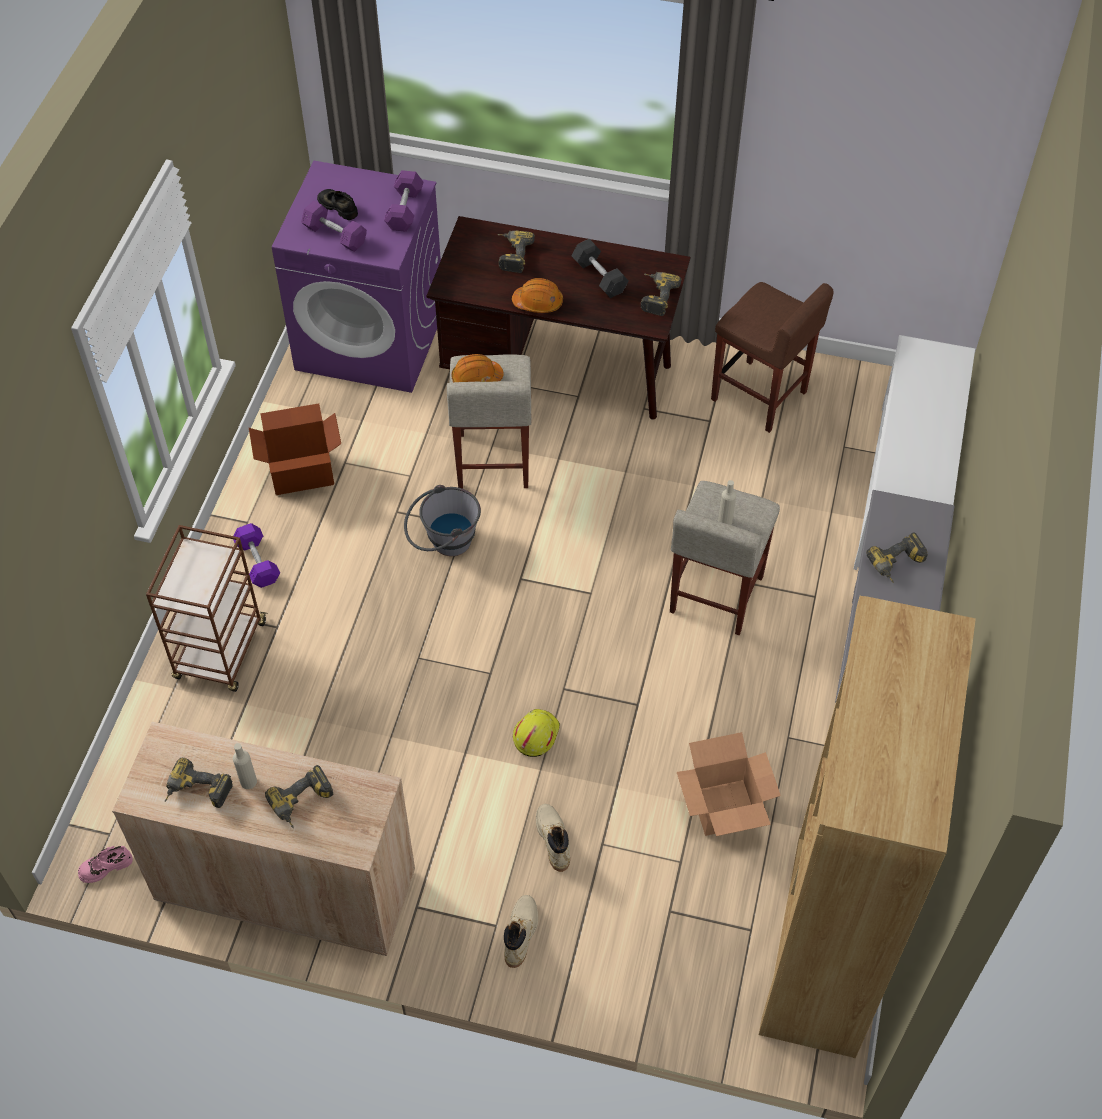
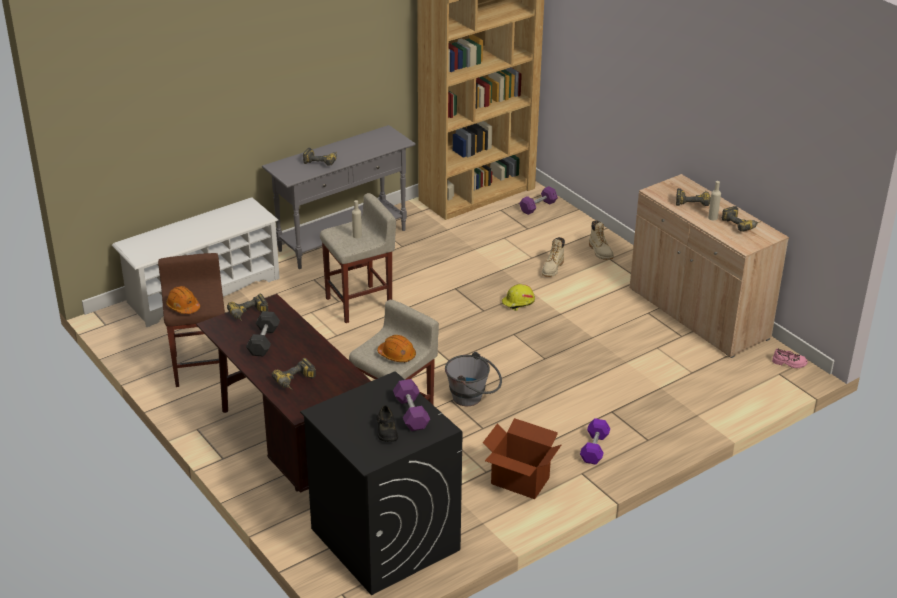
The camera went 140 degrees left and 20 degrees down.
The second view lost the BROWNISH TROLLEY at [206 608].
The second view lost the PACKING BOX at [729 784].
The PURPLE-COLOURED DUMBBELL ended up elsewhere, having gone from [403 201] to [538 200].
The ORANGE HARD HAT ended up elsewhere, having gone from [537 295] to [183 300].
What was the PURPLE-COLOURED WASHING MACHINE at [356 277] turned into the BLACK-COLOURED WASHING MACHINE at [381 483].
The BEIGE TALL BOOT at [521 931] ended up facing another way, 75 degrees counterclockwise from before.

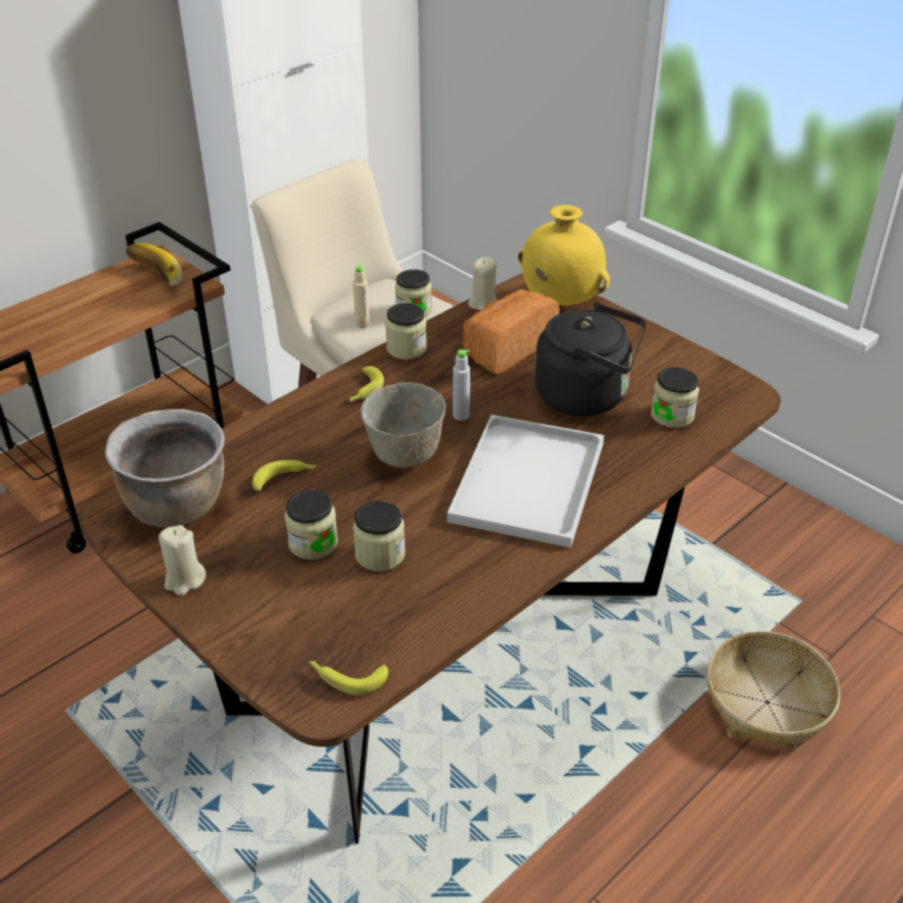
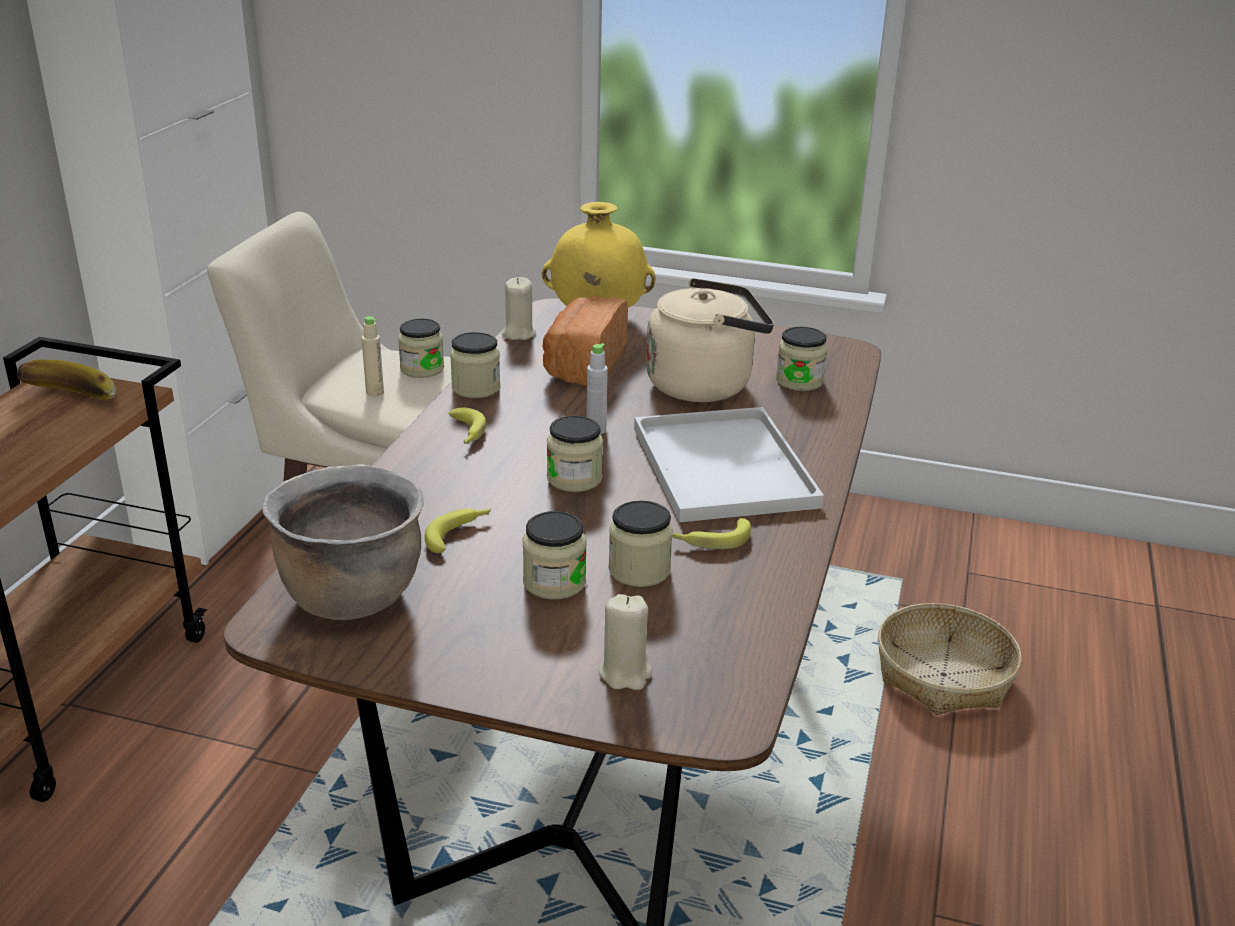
The camera went 30 degrees left and 10 degrees down.
The BEIGE CANDLE ended up elsewhere, having gone from [182 560] to [625 642].
The BANANA ended up elsewhere, having gone from [348 678] to [711 533].
Where the GREYISH DEEP DISH stood at [403 425], the JAR came to stand at [575 454].
What was the BLACK-COLOURED KETTLE at [590 359] turned into the BEIGE KETTLE at [710 340].

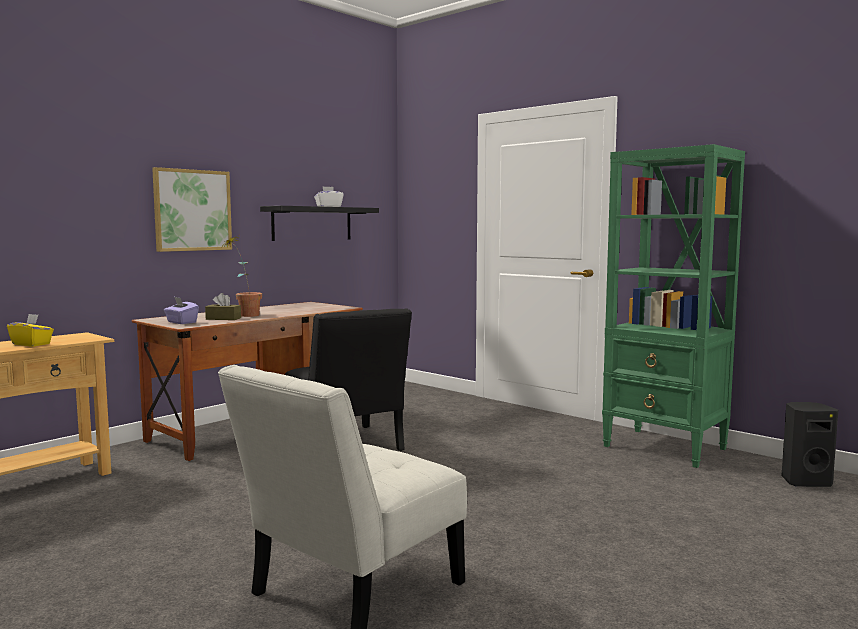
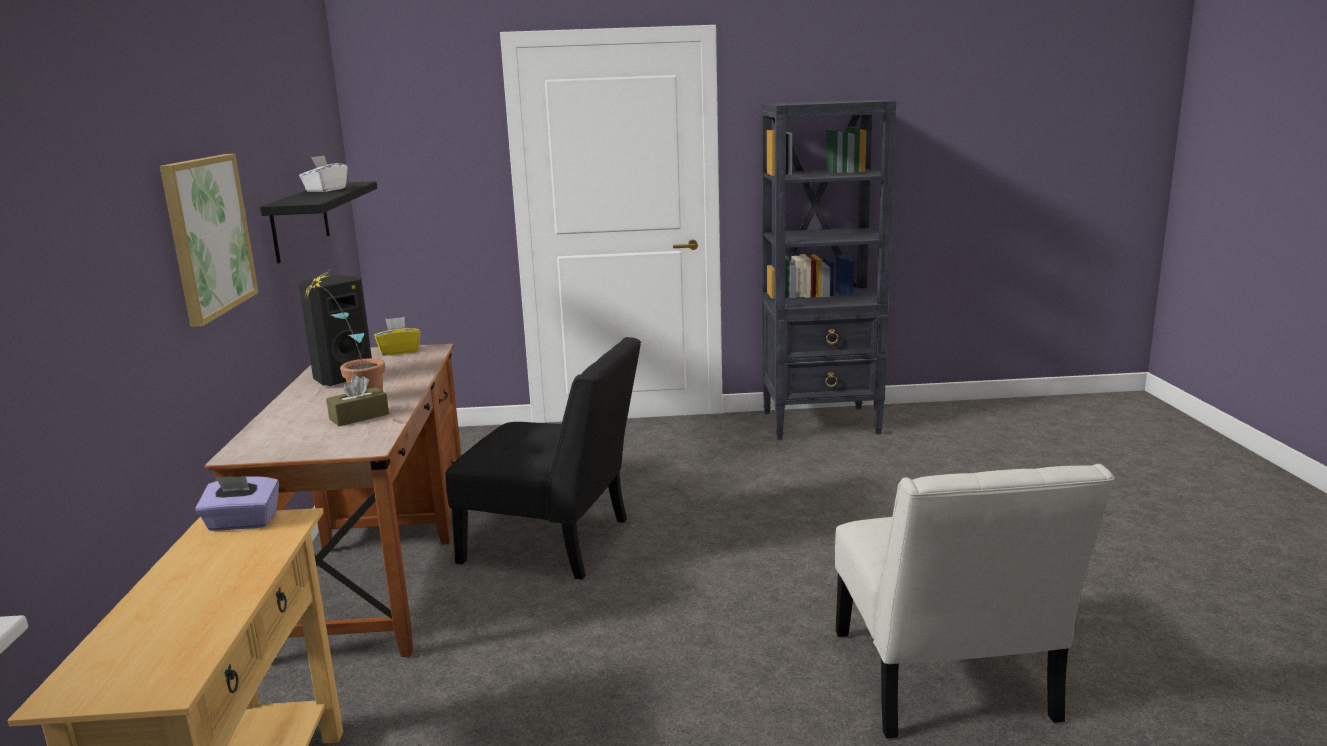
The camera went 45 degrees left and 10 degrees up.
The YELLOWISH TISSUE HOLDER ended up elsewhere, having gone from [30 330] to [397 336].
The PURPLE-COLOURED TISSUE HOLDER ended up elsewhere, having gone from [181 310] to [237 503].
The BLACK-COLOURED LOUDSPEAKER ended up elsewhere, having gone from [810 444] to [335 330].
What was the GREENISH BOOKCASE at [673 306] turned into the BLACK-COLOURED BOOKCASE at [828 270].

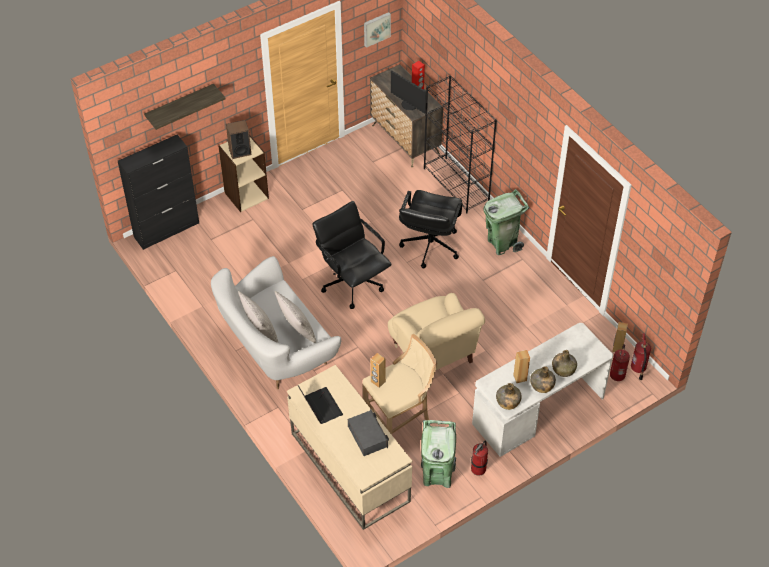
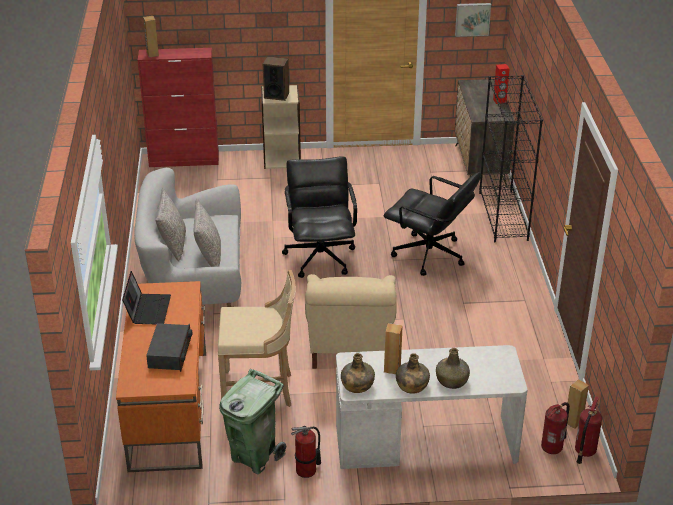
The camera went 30 degrees right and 15 degrees down.
The second view lost the WALL SHELF at [185 107].
The second view lost the COMPUTER SCREEN at [408 92].
The second view lost the GREENISH RUBBISH BIN at [506 222].
The BROWNISH LOUDSPEAKER ended up elsewhere, having gone from [378 370] to [151 37].
What was the BLACK-COLOURED STORAGE CABINET at [158 192] turned into the REDDISH STORAGE CABINET at [178 107].
What was the BEIGE DESK UNIT at [349 447] turned into the ORANGE DESK UNIT at [161 376].
The BLACK-COLOURED DESK CHAIR at [430 229] ended up facing another way, 105 degrees counterclockwise from before.

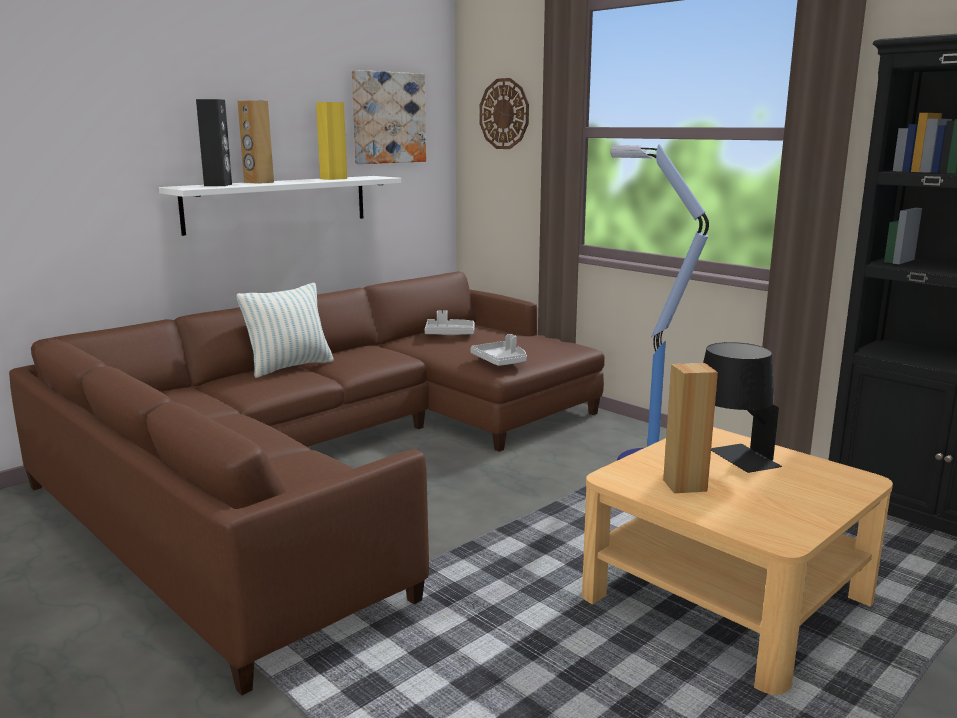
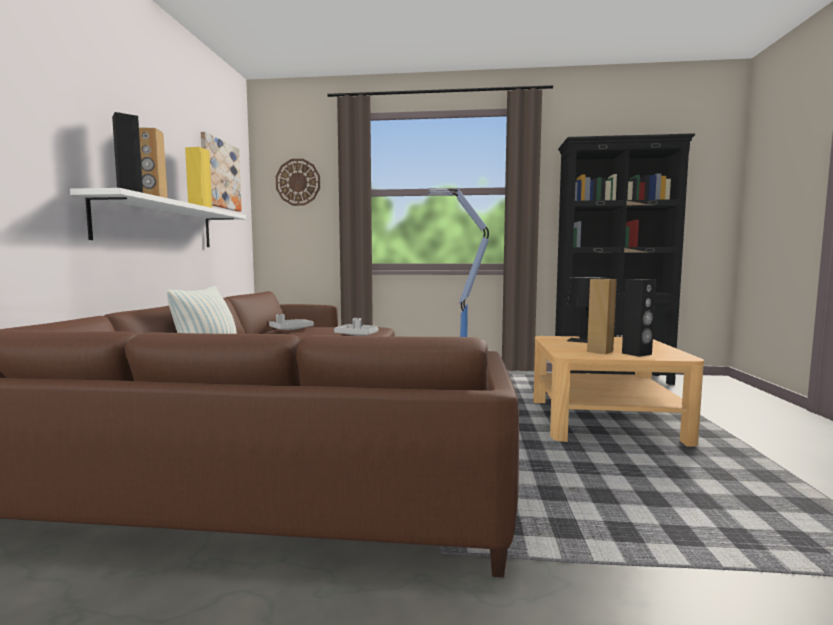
The camera went 40 degrees left and 10 degrees down.
The second view gained the BLACK-COLOURED LOUDSPEAKER at [639 318].

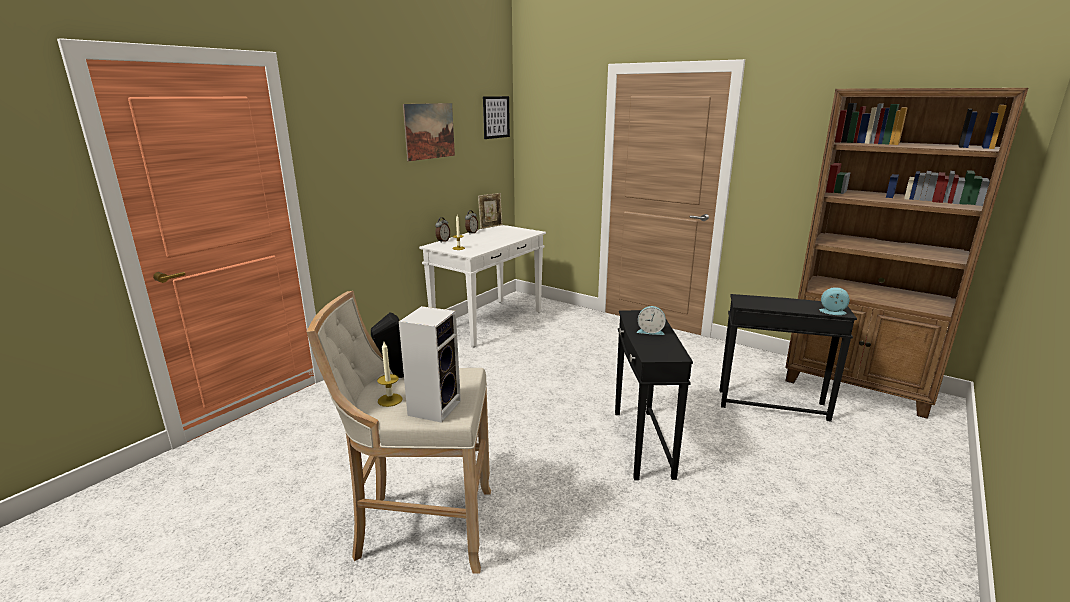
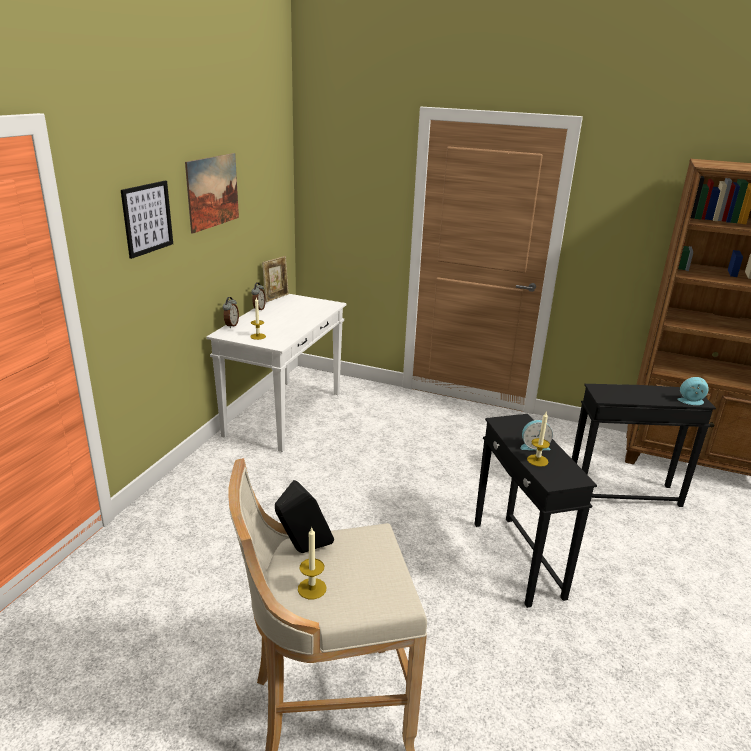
The camera went 15 degrees left and 5 degrees up.
The second view lost the LOUDSPEAKER at [430 364].
The second view gained the CANDLE at [538 439].
The WALL ART ended up elsewhere, having gone from [496 117] to [147 220].

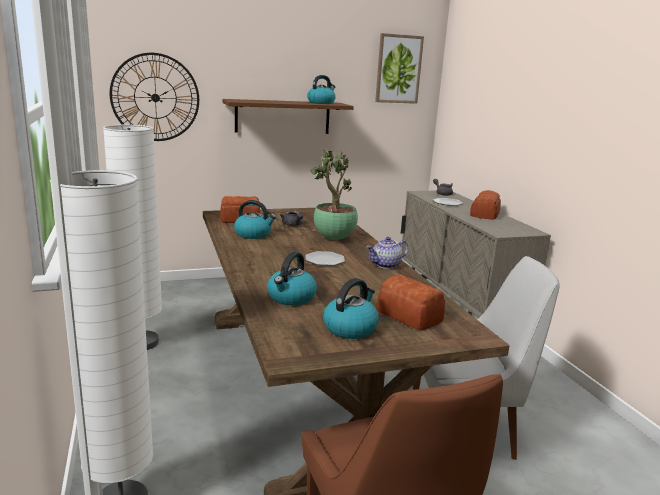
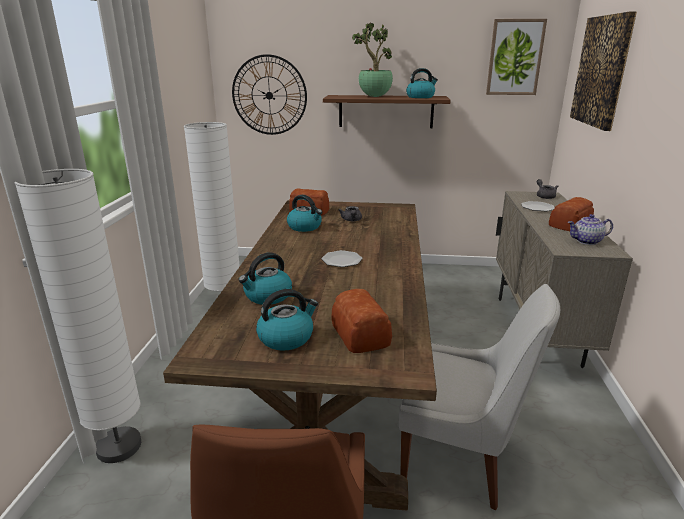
The camera went 25 degrees right and 5 degrees up.
The second view gained the WALL ART at [603 71].
The HOUSEPLANT ended up elsewhere, having gone from [334 195] to [372 59].
The TEAPOT ended up elsewhere, having gone from [387 253] to [590 229].

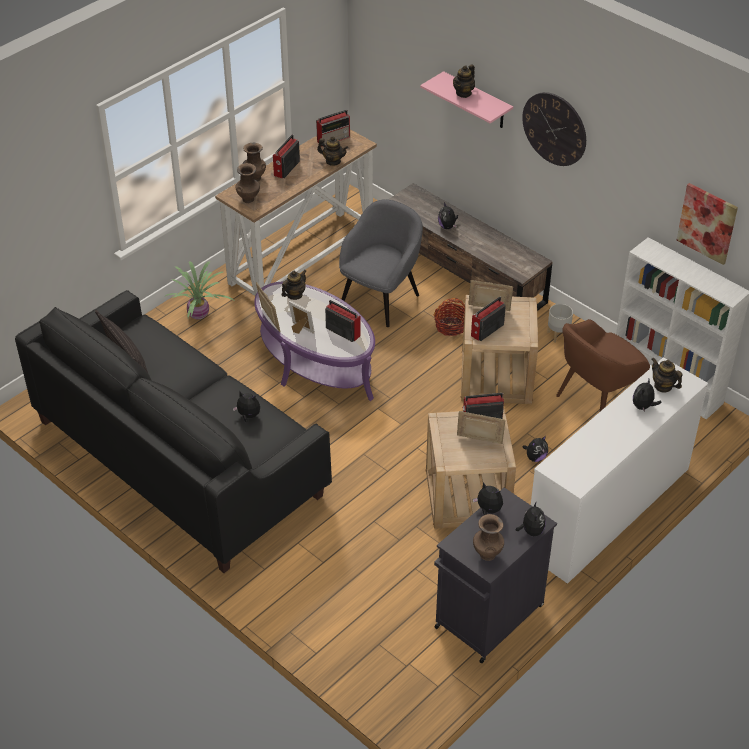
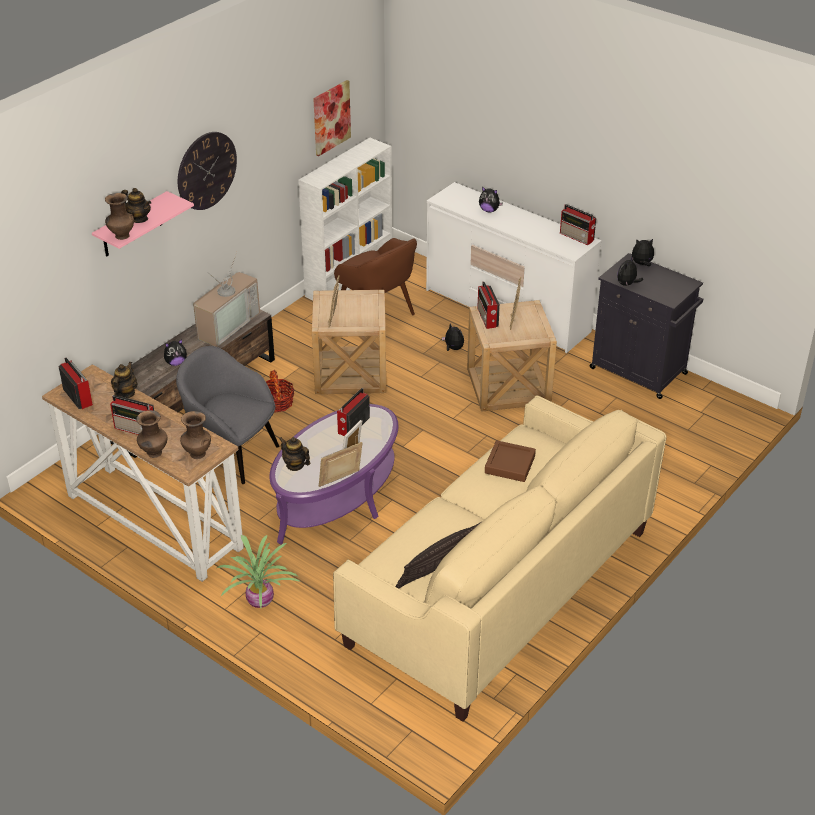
The camera went 95 degrees left and 5 degrees down.
The second view lost the GREYISH FLOWER POT at [560 323].
The second view lost the TEAPOT at [667 375].
The second view gained the TV at [226 299].
The RADIO RECEIVER ended up elsewhere, having gone from [488 319] to [578 224].
The BROWNISH FLOWER VASE ended up elsewhere, having gone from [488 537] to [119 216].
Where the PLUSH TOY stood at [246 407], the BROWNISH TRAY came to stand at [510 461].
What was the BLACK-COLOURED SOFA at [173 431] turned into the BEIGE SOFA at [500 558].

